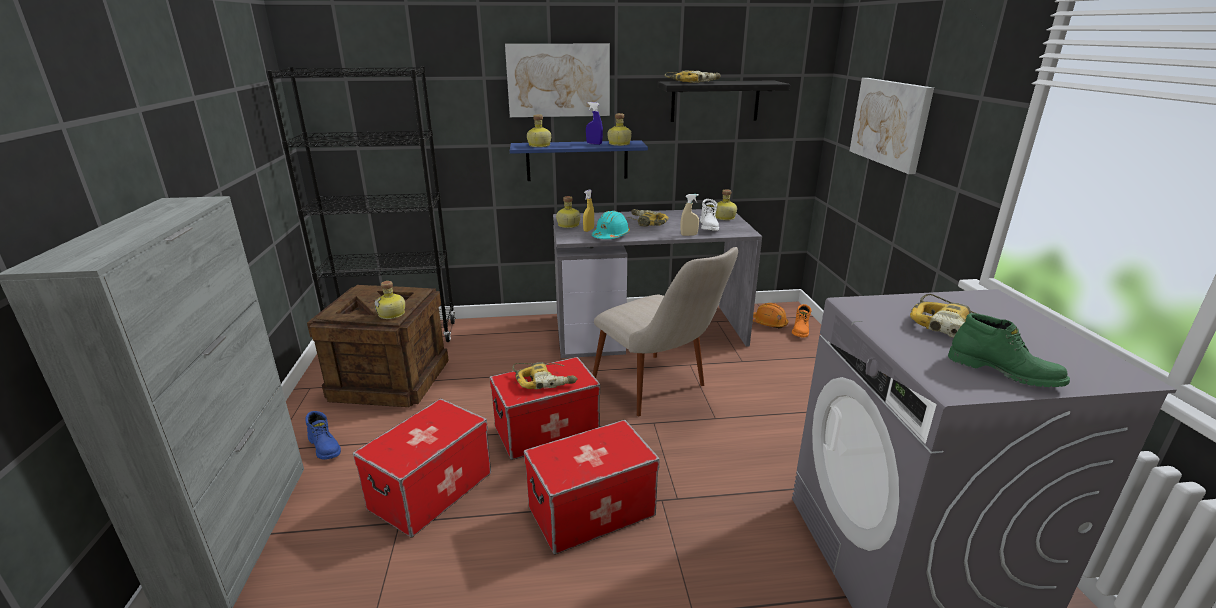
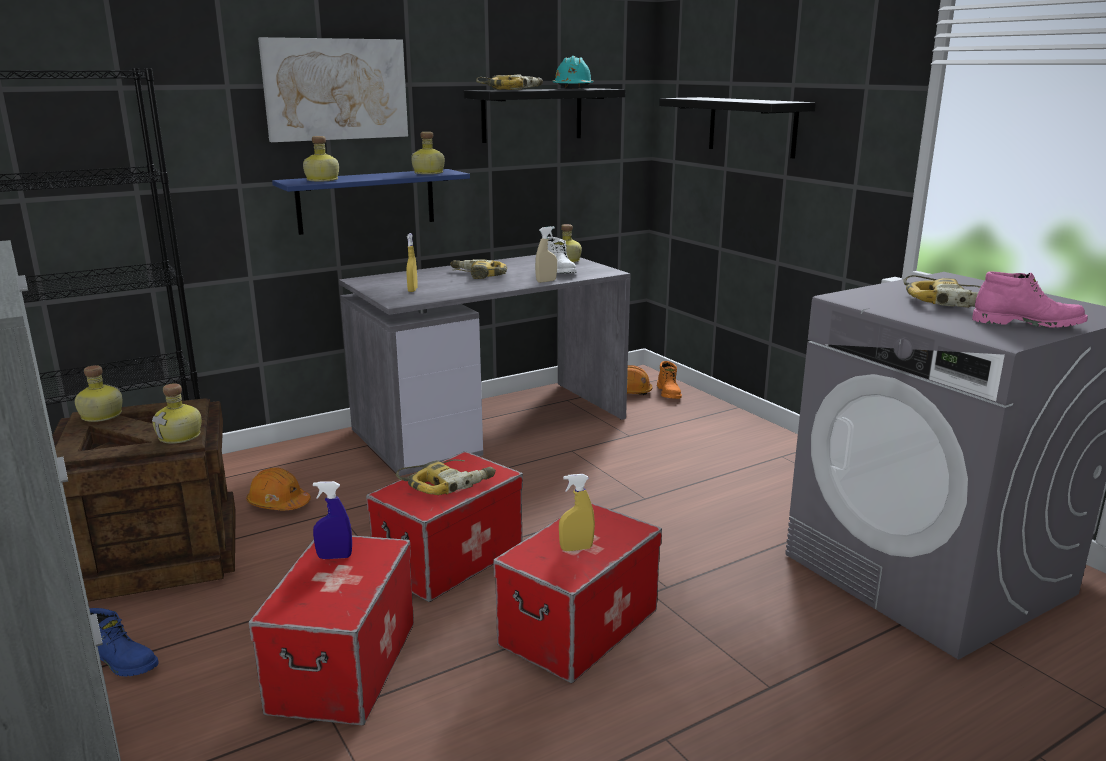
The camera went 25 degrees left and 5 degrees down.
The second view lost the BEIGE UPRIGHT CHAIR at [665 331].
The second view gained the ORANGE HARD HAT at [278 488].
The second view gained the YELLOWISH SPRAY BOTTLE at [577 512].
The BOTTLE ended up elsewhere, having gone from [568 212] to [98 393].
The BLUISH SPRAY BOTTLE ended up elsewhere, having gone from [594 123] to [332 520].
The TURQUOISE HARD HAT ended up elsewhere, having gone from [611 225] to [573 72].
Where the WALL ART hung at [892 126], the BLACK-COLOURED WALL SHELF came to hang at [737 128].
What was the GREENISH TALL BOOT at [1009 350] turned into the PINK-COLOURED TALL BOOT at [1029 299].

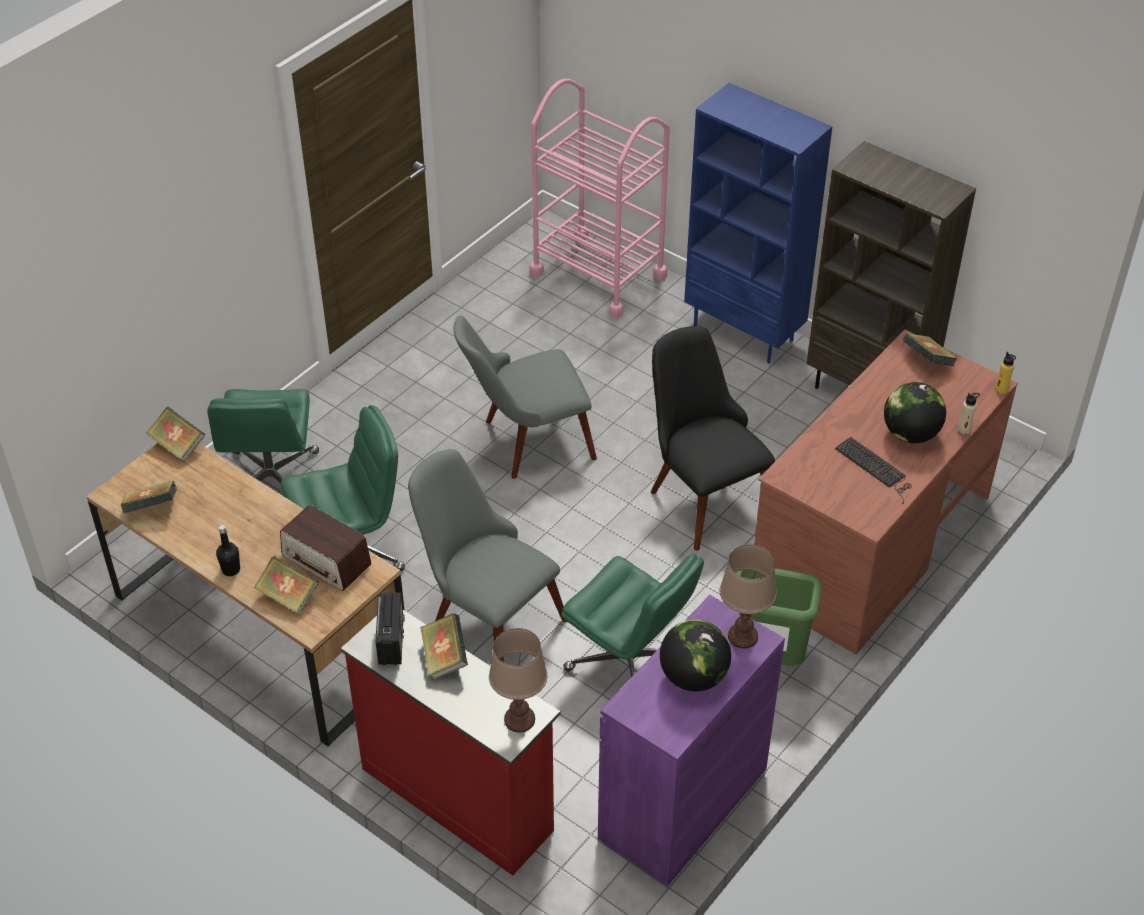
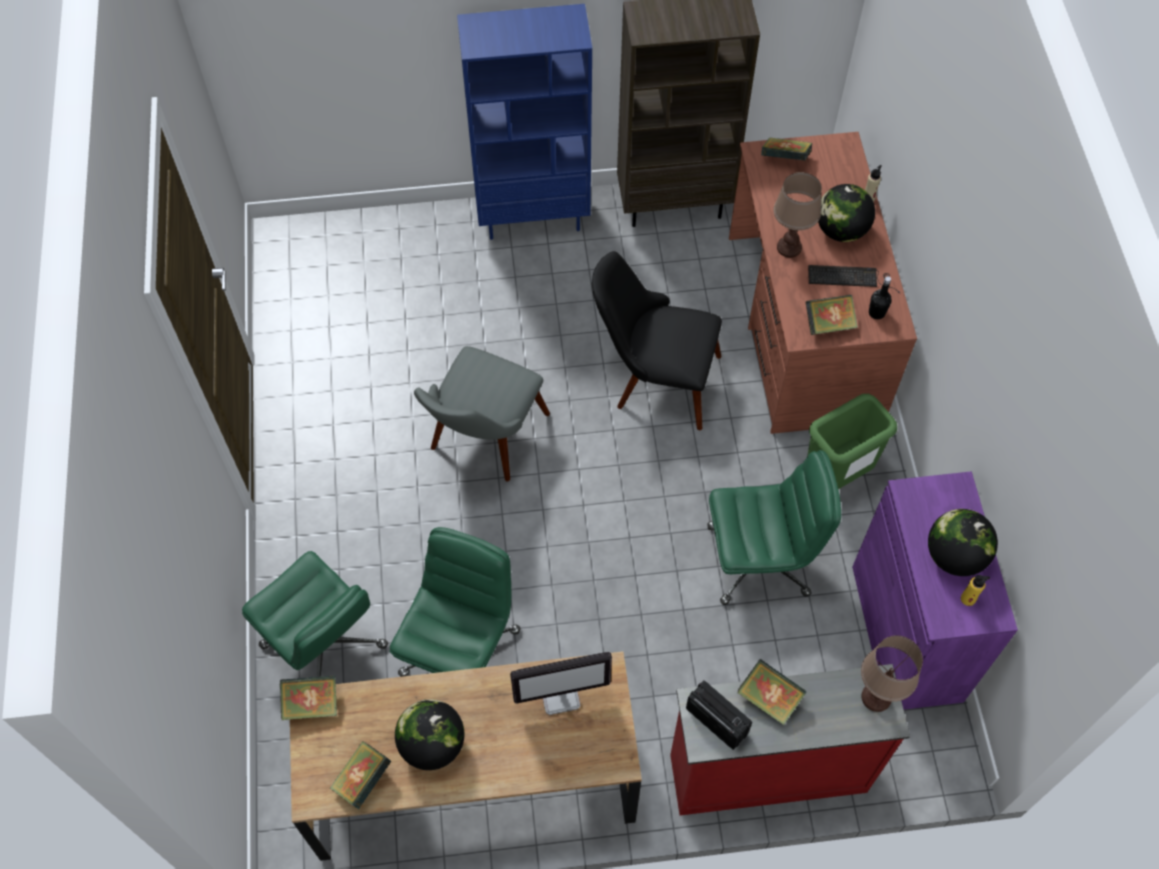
The camera went 45 degrees left and 15 degrees up.
The second view lost the GREYISH UPRIGHT CHAIR at [487 555].
The second view lost the PINK-COLOURED TROLLEY at [599 198].
The second view gained the DESK GLOBE at [429 734].
The BLACK-COLOURED BOTTLE ended up elsewhere, having gone from [228 550] to [880 297].
The VOLUME ended up elsewhere, having gone from [286 585] to [832 315].
The BROWNISH TABLE LAMP ended up elsewhere, having gone from [748 596] to [797 215].
The YELLOWISH BOTTLE ended up elsewhere, having gone from [1005 373] to [975 590].
Where the RADIO RECEIVER stood at [325 548], the COMPUTER SCREEN came to stand at [561 683].

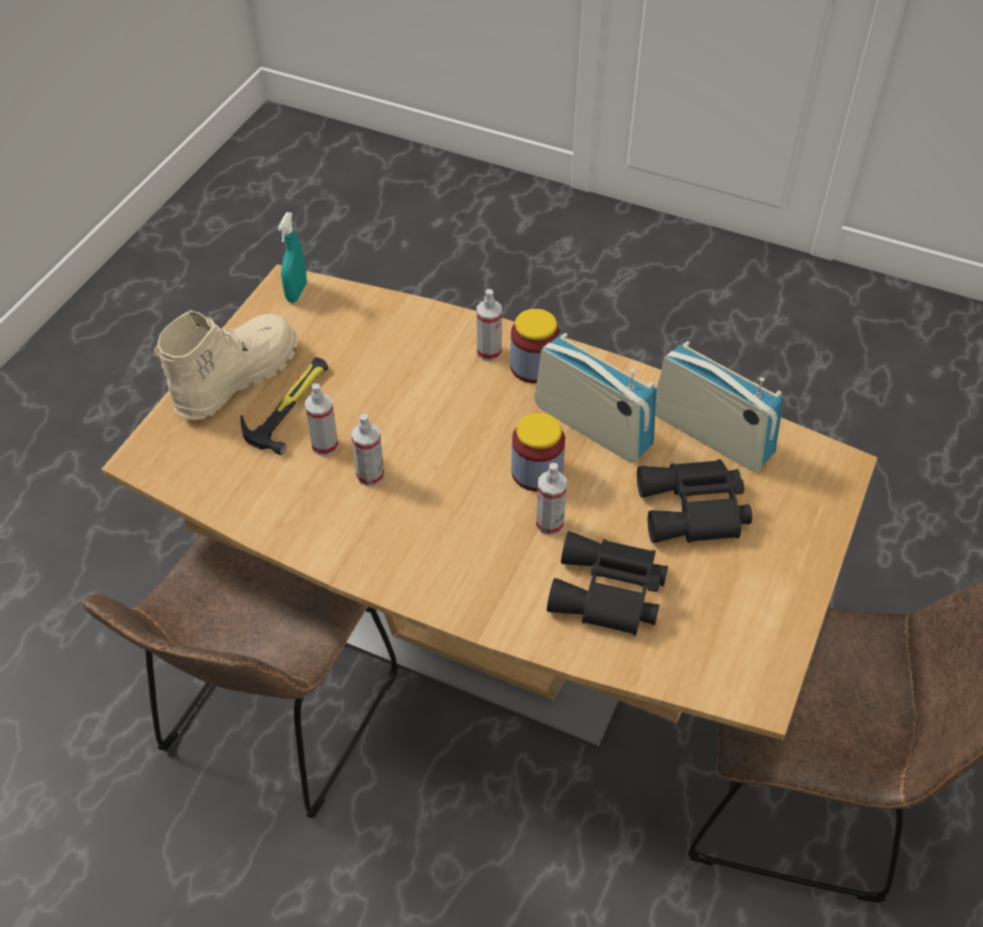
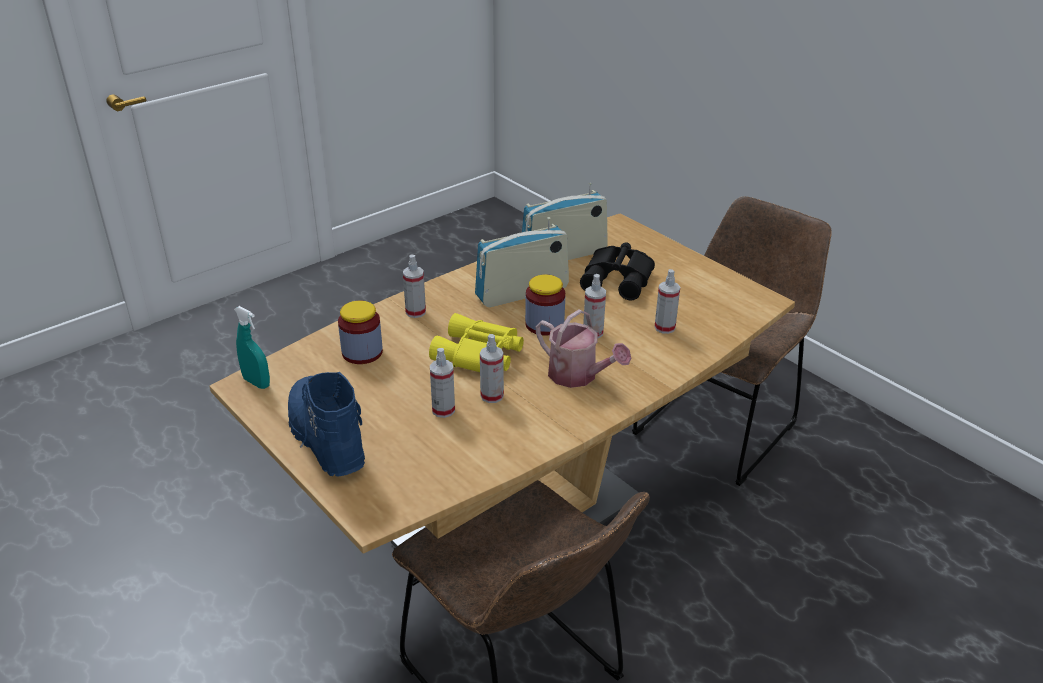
The camera went 65 degrees left and 15 degrees down.
The second view lost the HAND HAMMER at [284 406].
The second view gained the YELLOWISH FIELD GLASSES at [476 342].
The second view gained the WATERING CAN at [584 348].
The JAR ended up elsewhere, having gone from [535 346] to [360 332].
Where the BLACK-COLOURED FIELD GLASSES stood at [607 583], the SPRAY BOTTLE came to stand at [667 301].
What was the BEIGE TALL BOOT at [226 365] turned into the BLUISH TALL BOOT at [326 424].

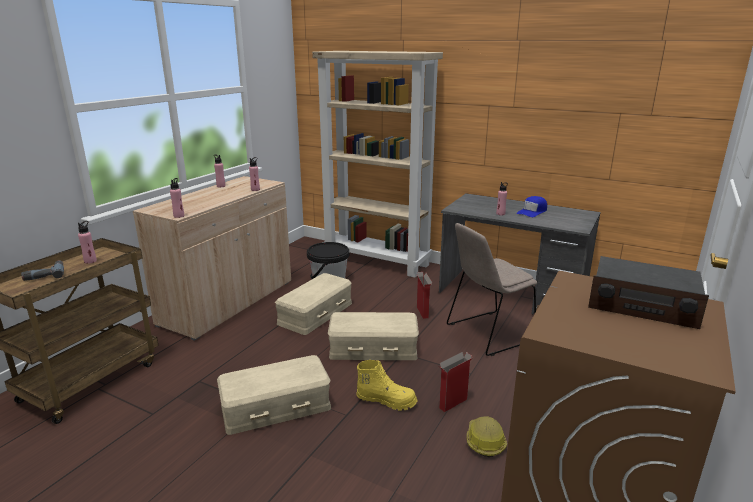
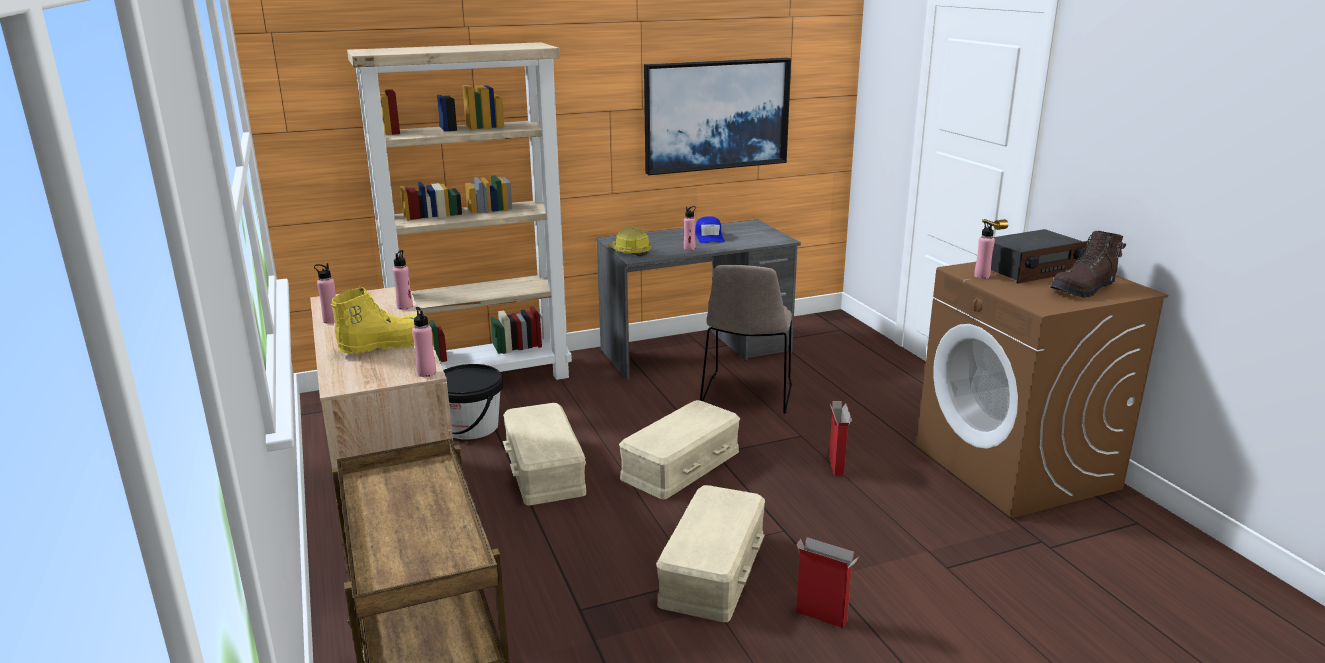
The camera went 50 degrees left and 0 degrees up.
The second view lost the ELECTRIC DRILL at [42 270].
The second view gained the WALL ART at [717 116].
The second view gained the BROWNISH TALL BOOT at [1088 264].
The PINK-COLOURED BOTTLE ended up elsewhere, having gone from [87 242] to [984 250].
The YELLOWISH TALL BOOT ended up elsewhere, having gone from [386 385] to [380 320].
The PACKING BOX ended up elsewhere, having gone from [424 295] to [827 582].
The HARD HAT ended up elsewhere, having gone from [487 436] to [629 241].

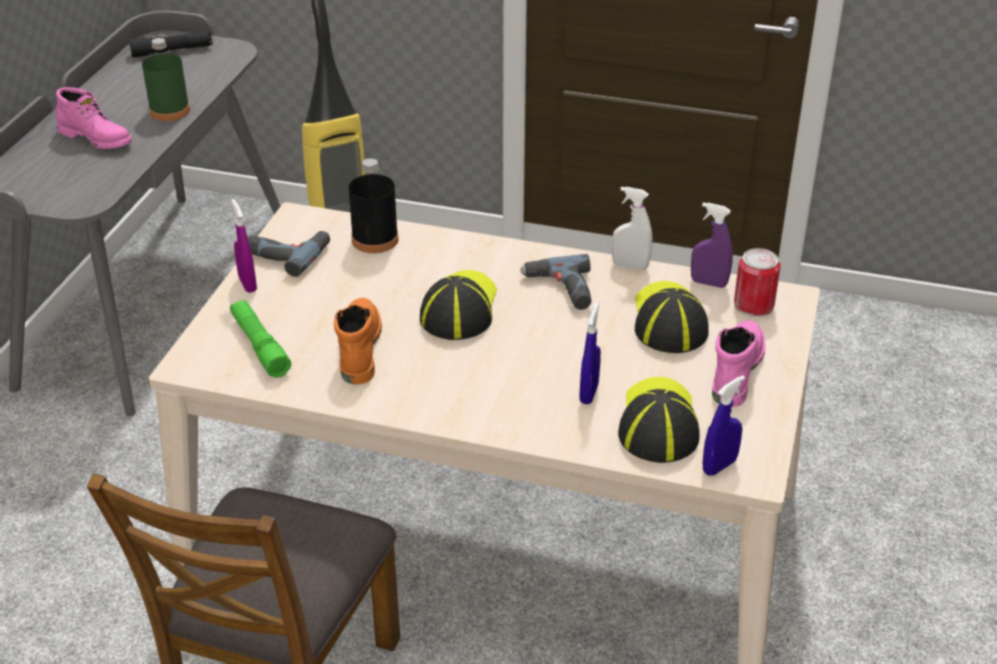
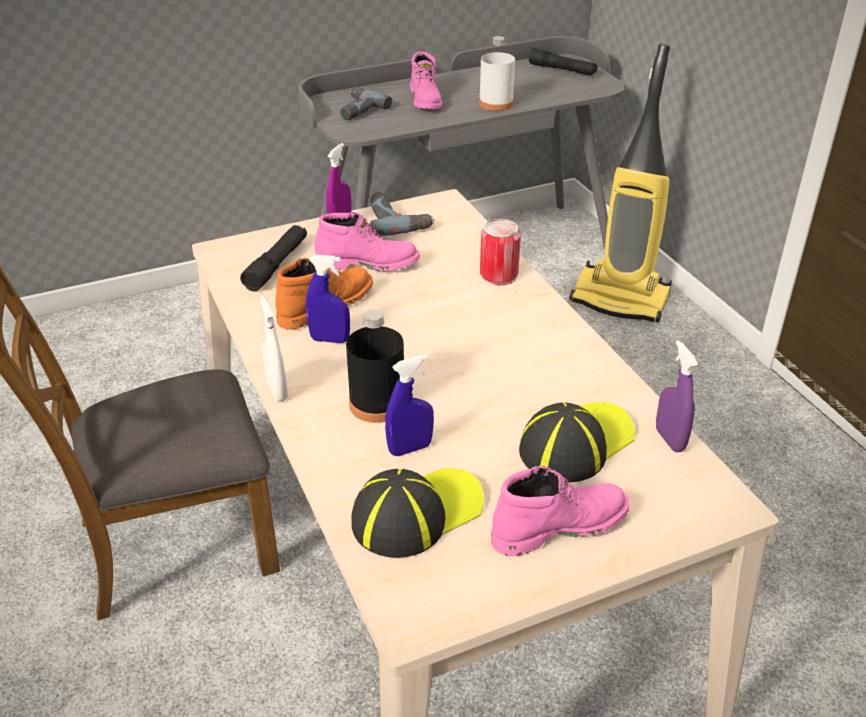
The camera went 50 degrees right and 0 degrees up.
The second view lost the BASEBALL CAP at [458 305].
The second view gained the PINK-COLOURED TALL BOOT at [367 241].
The BLACK-COLOURED BOTTLE ended up elsewhere, having gone from [374 205] to [375 366].
The ELECTRIC DRILL ended up elsewhere, having gone from [555 282] to [366 103].
The WHITE SPRAY BOTTLE ended up elsewhere, having gone from [632 228] to [274 348].
The BLUISH SPRAY BOTTLE ended up elsewhere, having gone from [724 425] to [328 299].
The CAN ended up elsewhere, having gone from [757 282] to [500 252].
What was the GREENISH BOTTLE at [166 79] turned into the WHITE BOTTLE at [497 73].
What was the GREENISH TORCH at [260 339] turned into the BLACK-COLOURED TORCH at [273 258].

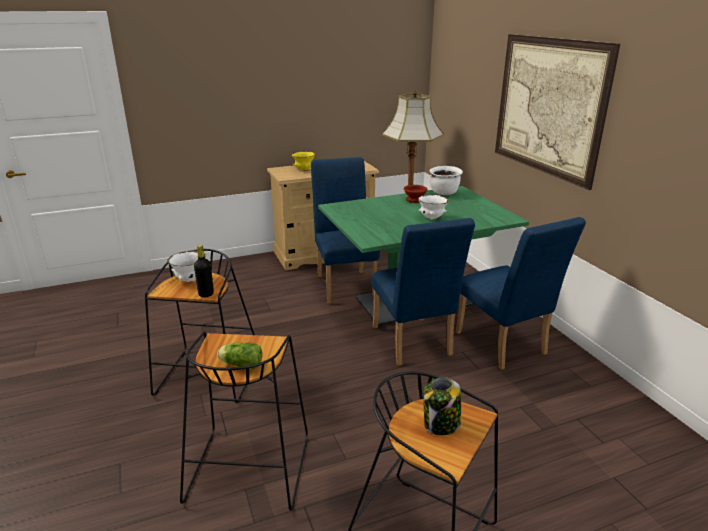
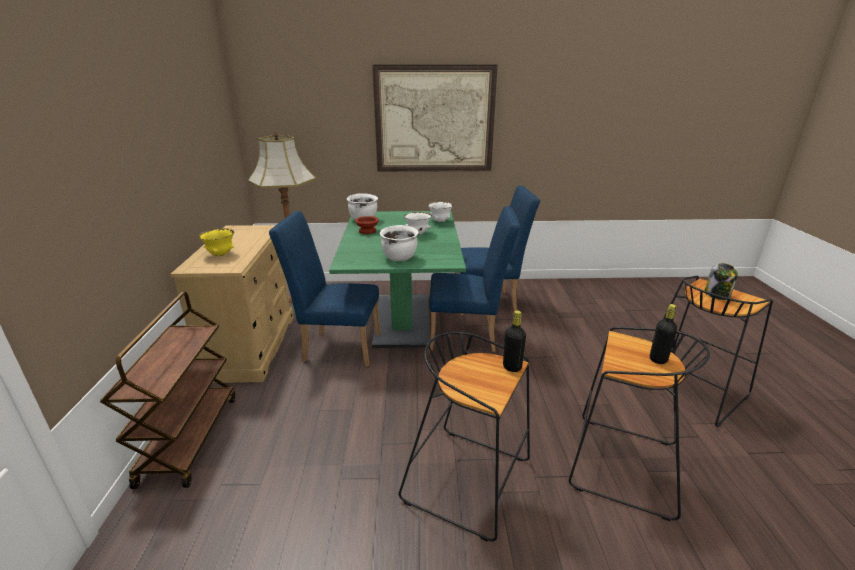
The camera went 70 degrees left and 0 degrees up.
The second view gained the BROWNISH TROLLEY at [167 390].
The second view gained the WHITE STOCKPOT at [399 243].
The WHITE DEEP DISH ended up elsewhere, having gone from [187 266] to [440 211].
Where the LETTUCE HEAD stood at [239 356], the BLACK-COLOURED BOTTLE came to stand at [663 334].

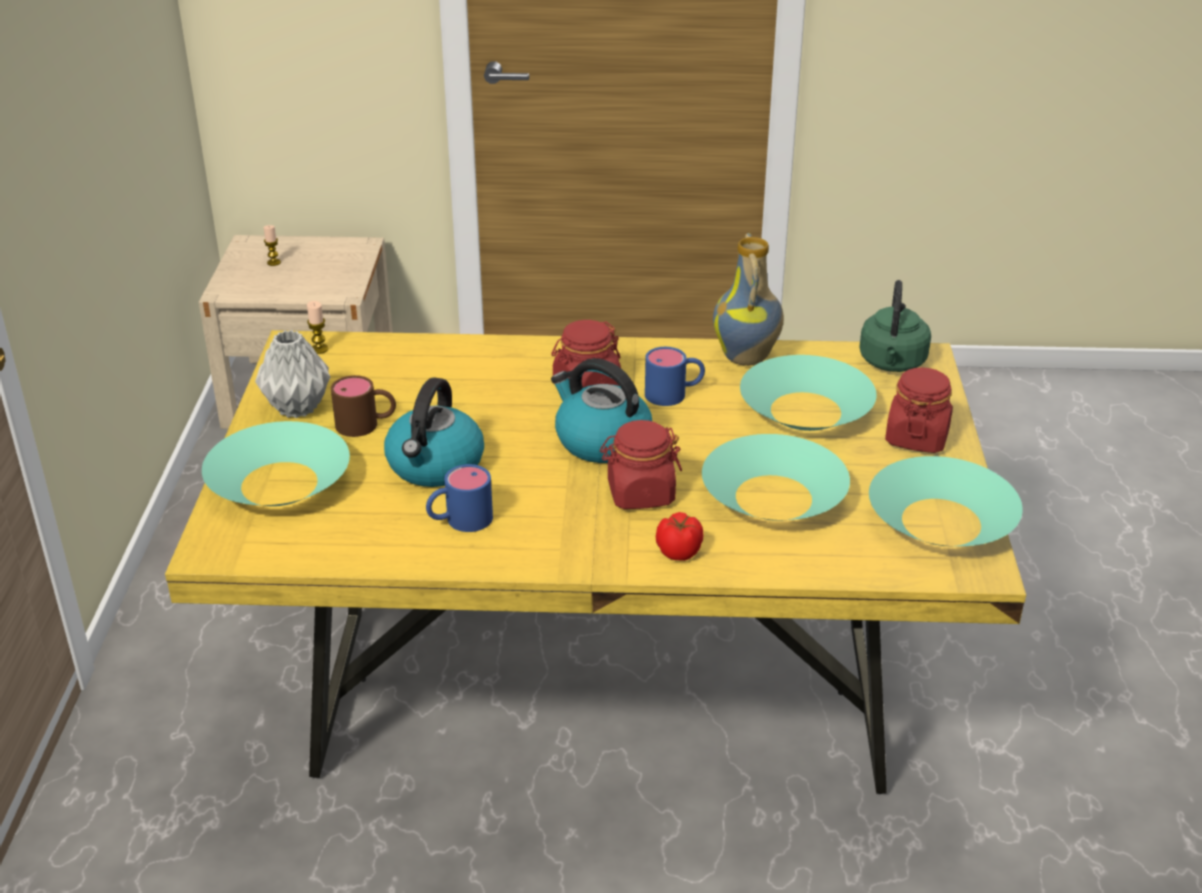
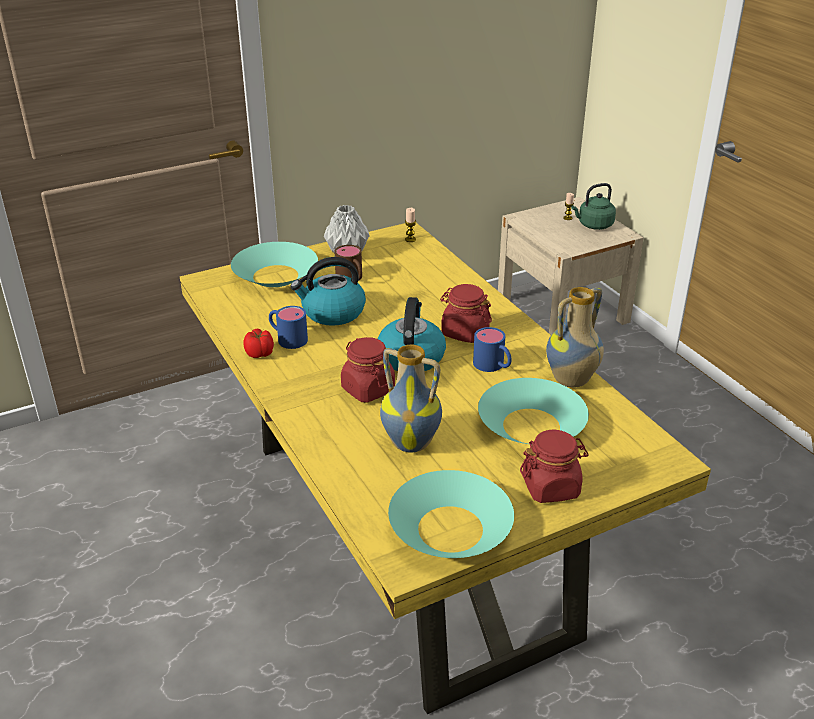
The camera went 60 degrees right and 0 degrees up.
The WHOLE TOMATO ended up elsewhere, having gone from [679 536] to [258 343].
The GREENISH KETTLE ended up elsewhere, having gone from [895 326] to [593 206].
Where the TURQUOISE DEEP DISH stood at [776 477], the FLOWER VASE came to stand at [411 399].

